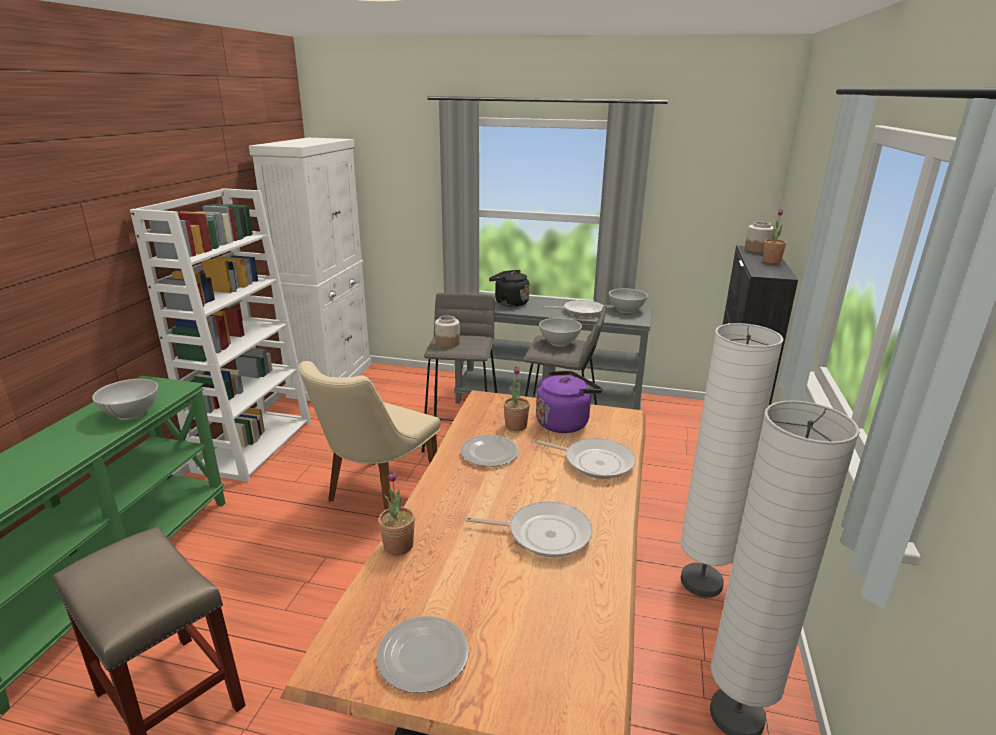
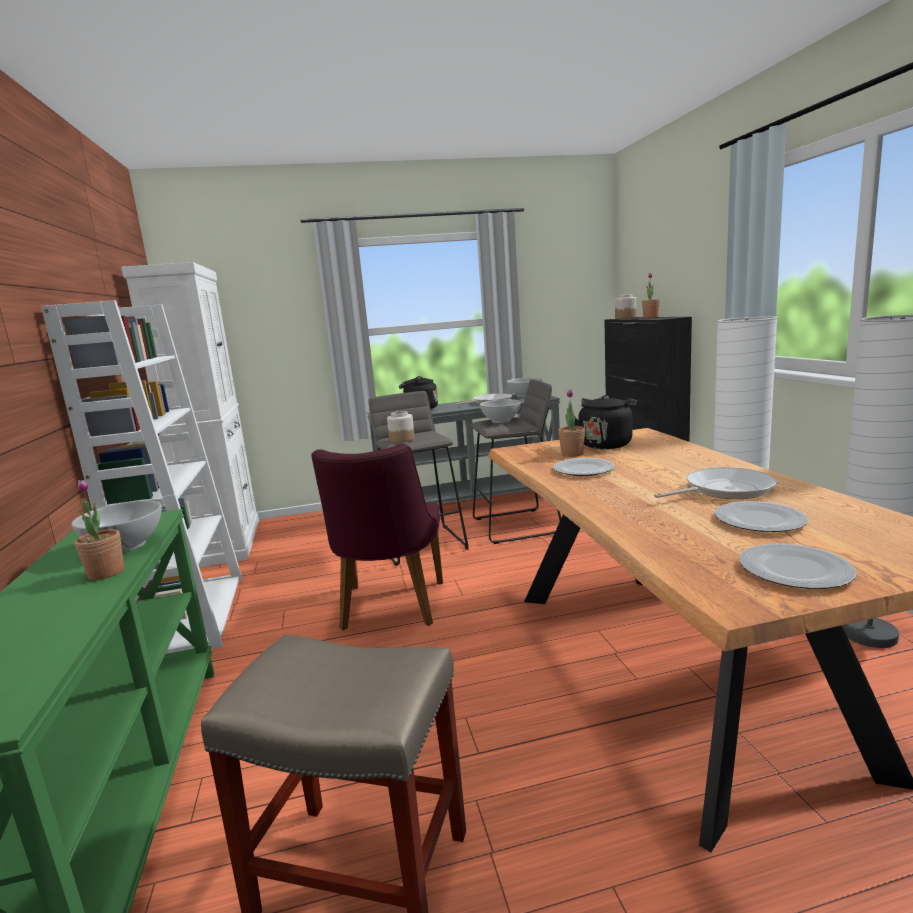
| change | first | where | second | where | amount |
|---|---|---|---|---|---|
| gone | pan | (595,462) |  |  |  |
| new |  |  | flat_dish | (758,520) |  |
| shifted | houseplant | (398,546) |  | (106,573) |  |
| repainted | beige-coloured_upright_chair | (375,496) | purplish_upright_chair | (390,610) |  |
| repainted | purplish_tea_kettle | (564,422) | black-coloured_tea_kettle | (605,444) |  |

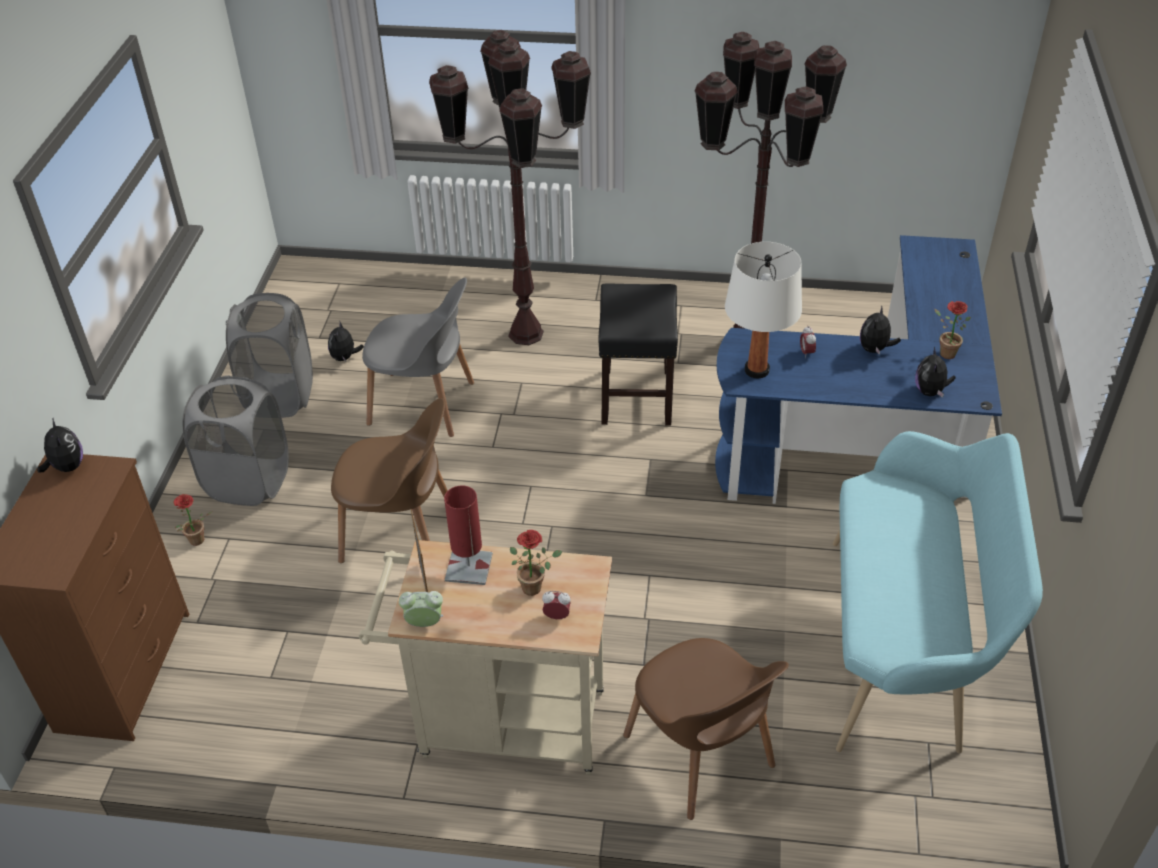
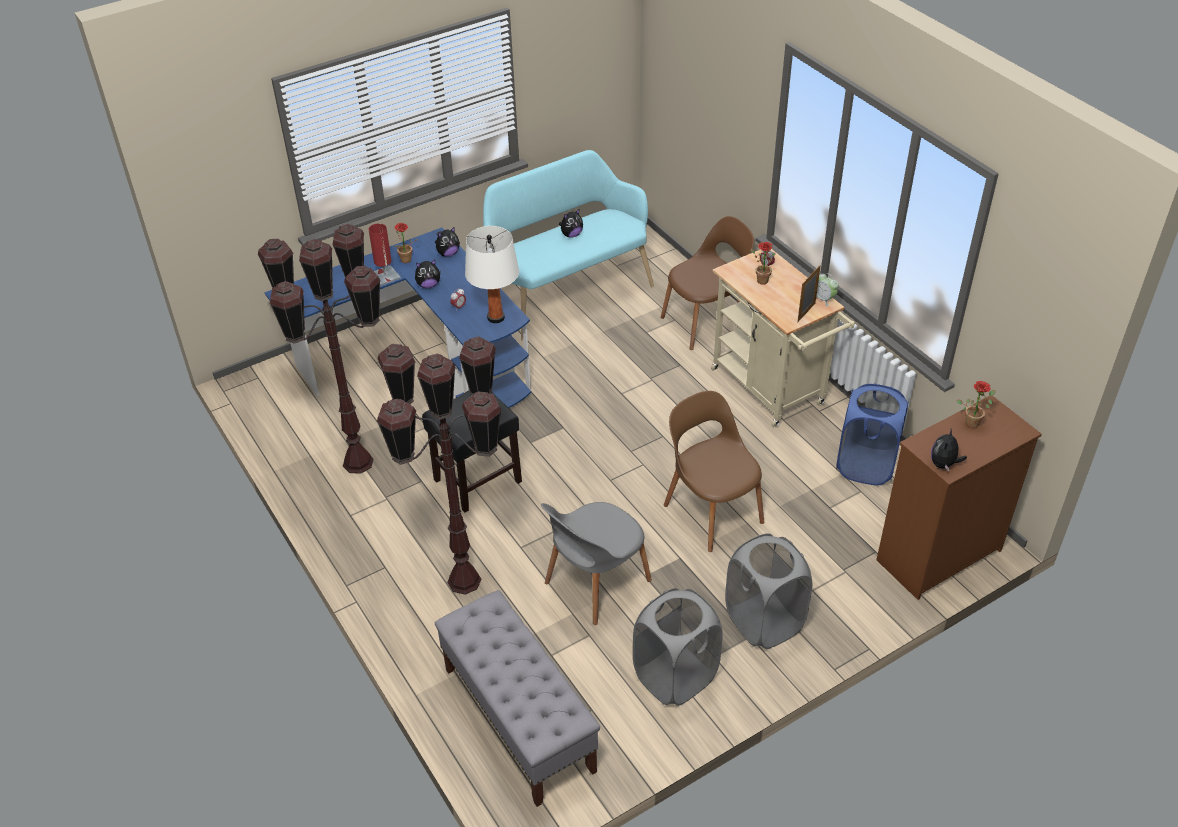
| change | first | where | second | where | amount |
|---|---|---|---|---|---|
| new |  |  | grey_bench | (518,719) |  |
| new |  |  | blue_hamper | (865,466) |  |
| shifted | houseplant | (197,542) |  | (973,422) |  |
| shifted | cuddly_toy | (345,357) |  | (571,235) |  |
| shifted | red_lamp_for_a_table | (468,567) |  | (385,276) |  |
| rotated | grey_upright_chair | (425,404) |  | (595,583) | 105 degrees counterclockwise |
| rotated | brownish_upright_chair | (700,754) |  | (705,322) | 45 degrees clockwise |

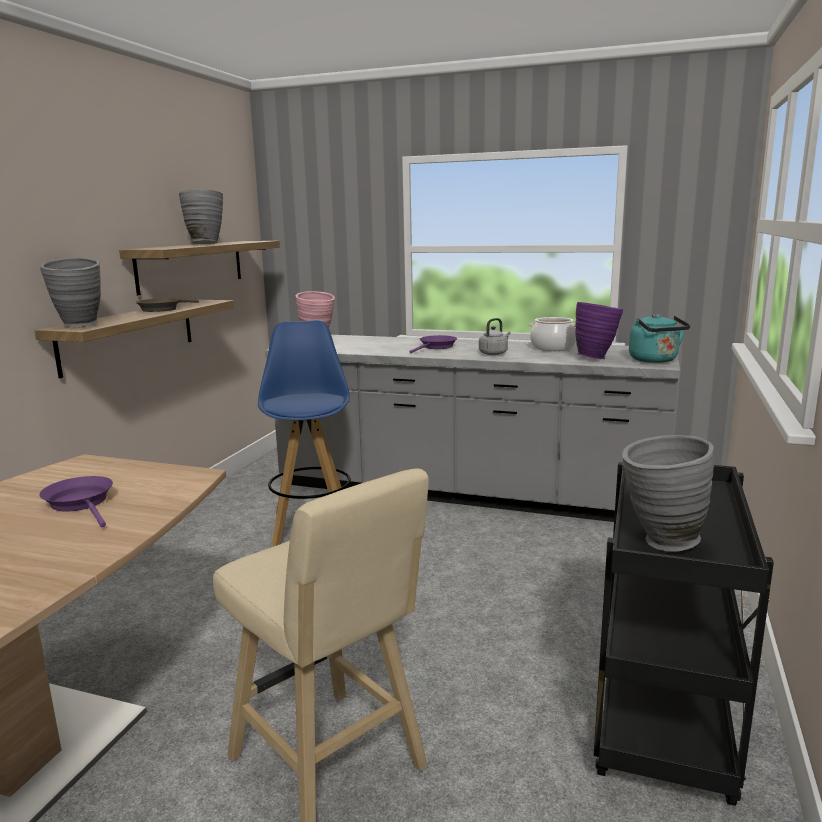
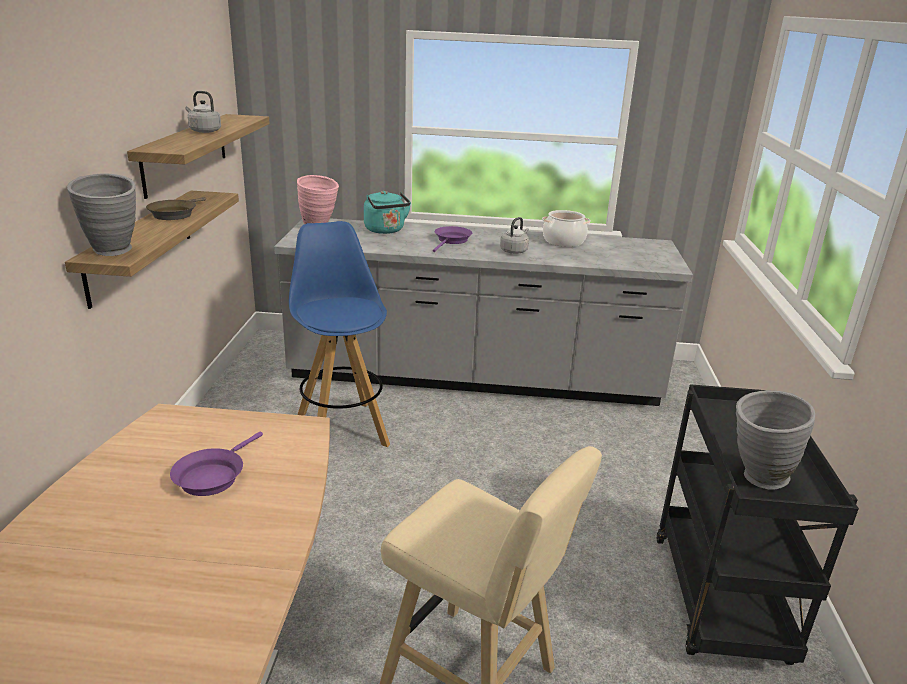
| change | first | where | second | where | amount |
|---|---|---|---|---|---|
| gone | purplish_flower_vase | (596,358) |  |  |  |
| shifted | turquoise-coloured_tea_kettle | (655,360) |  | (386,230) |  |
| swapped | grey_flower_vase | (205,244) | grey_tea_kettle | (204,131) |  |
| rotated | purplish_pan | (81,503) |  | (213,476) | 105 degrees counterclockwise |

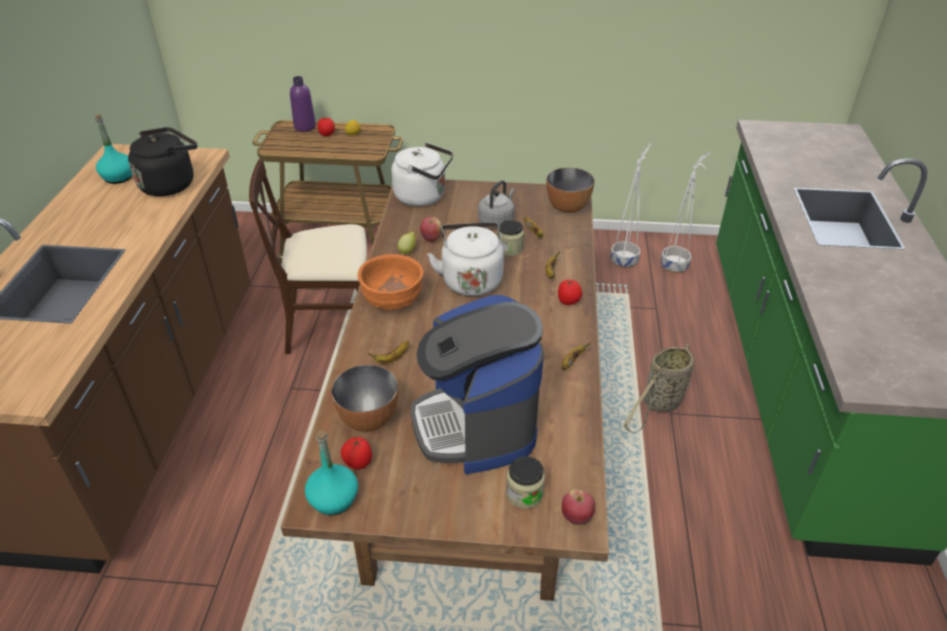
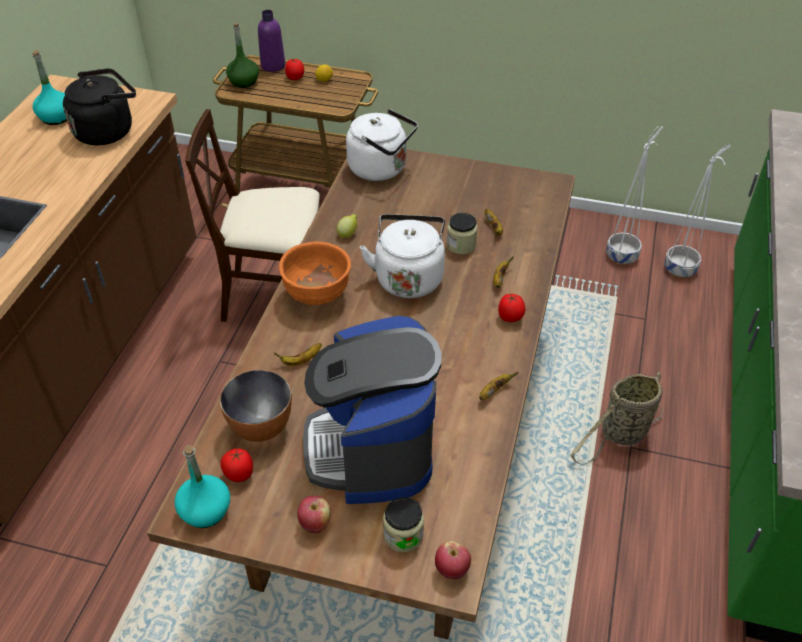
| change | first | where | second | where | amount |
|---|---|---|---|---|---|
| gone | grey_tea_kettle | (497,220) |  |  |  |
| gone | bowl | (567,208) |  |  |  |
| new |  |  | green-coloured_beverage_bottle | (244,81) |  |
| shifted | apple | (431,238) |  | (315,524) |  |

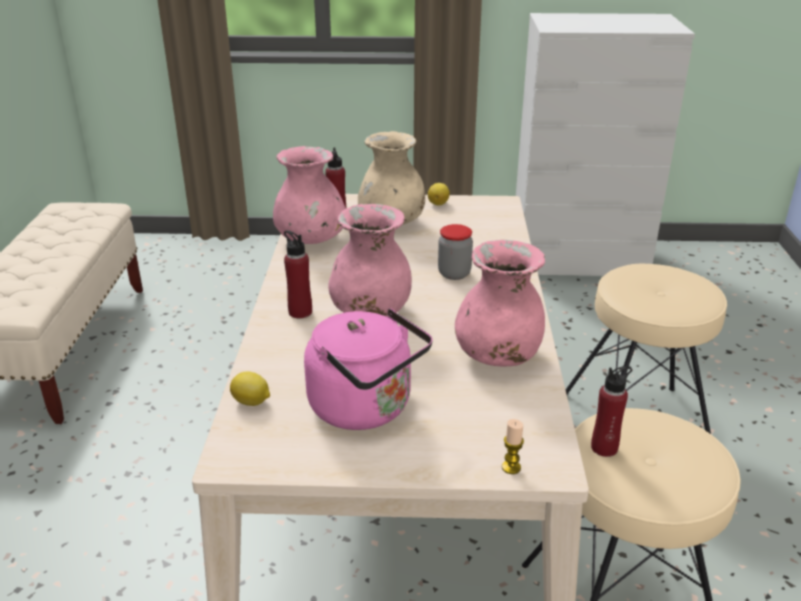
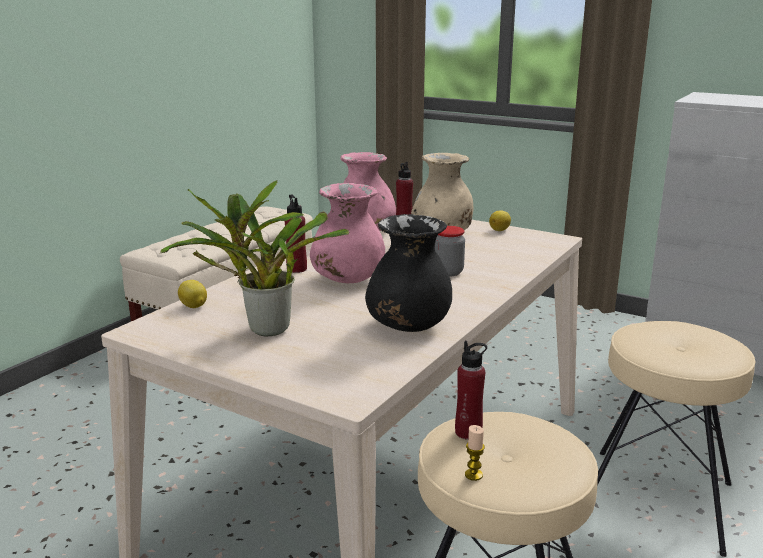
| change | first | where | second | where | amount |
|---|---|---|---|---|---|
| shifted | wax_candle | (511,467) |  | (473,475) |  |
| swapped | pink_tea_kettle | (366,408) | houseplant | (263,329) |  |
| repainted | pink_flower_vase | (498,356) | black-coloured_flower_vase | (408,326) |  |

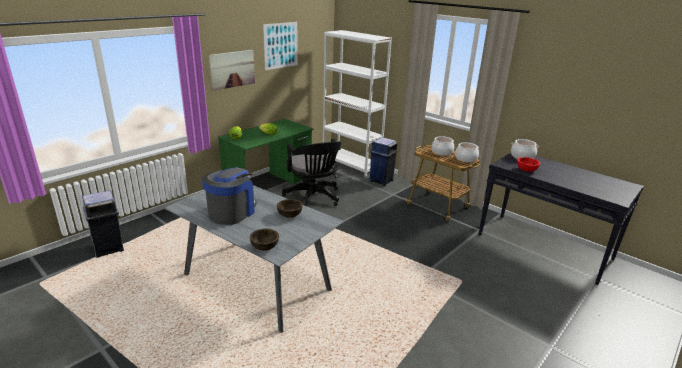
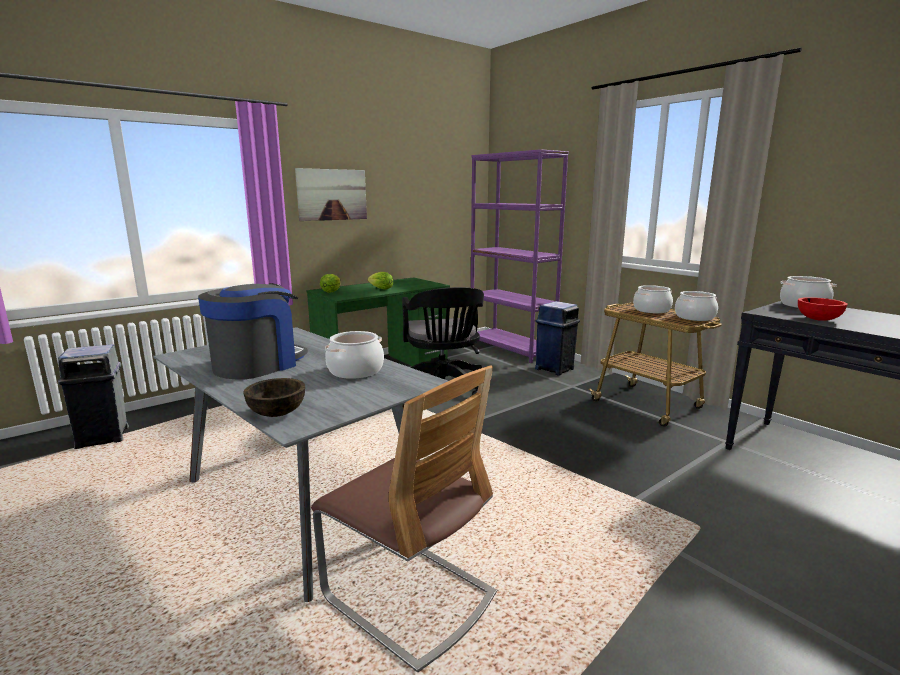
| change | first | where | second | where | amount |
|---|---|---|---|---|---|
| gone | wall_art | (281,45) |  |  |  |
| new |  |  | upright_chair | (409,596) |  |
| swapped | brownish_bowl | (289,215) | stockpot | (355,371) |  |
| repainted | white-coloured_bookcase | (351,164) | purplish_bookcase | (511,349) |  |

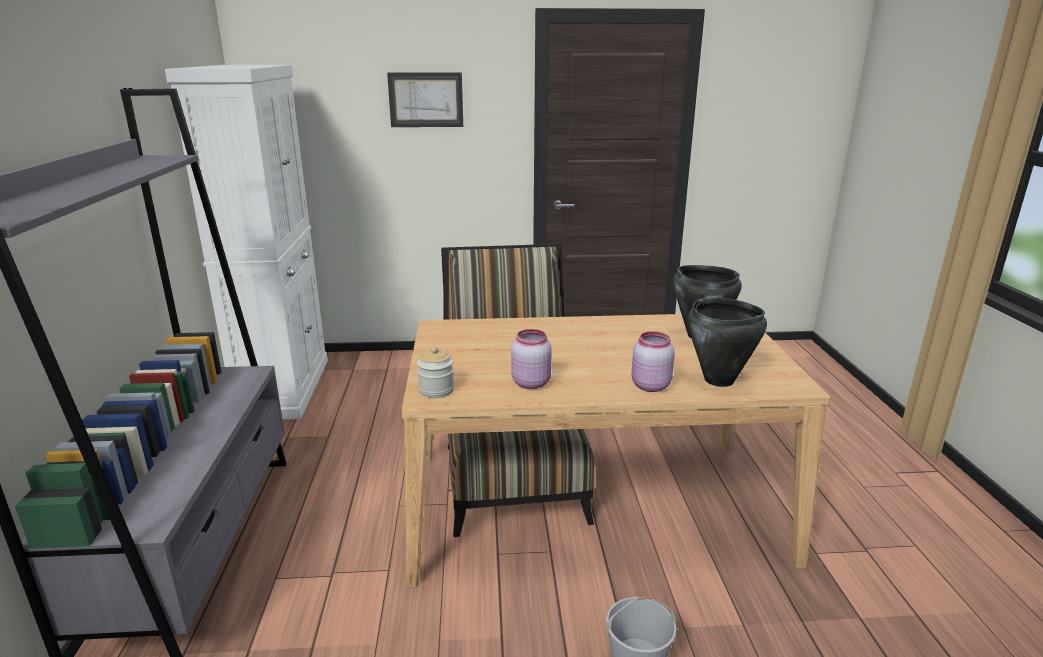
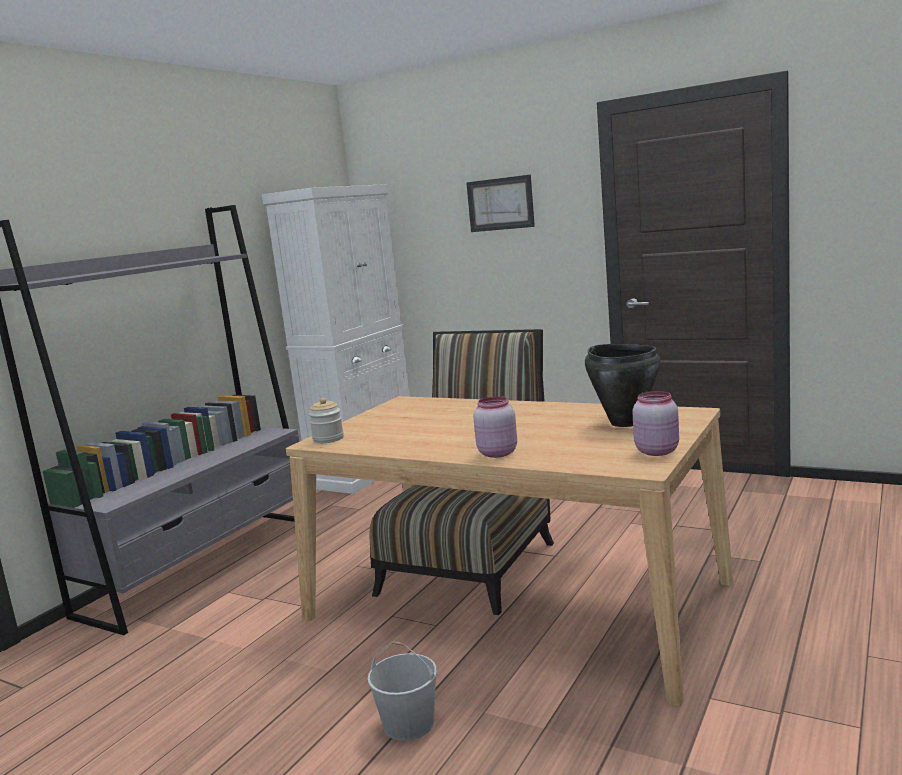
| change | first | where | second | where | amount |
|---|---|---|---|---|---|
| gone | black-coloured_stockpot | (719,380) |  |  |  |
| shifted | pink_preserve_jar | (531,382) |  | (657,451) |  |

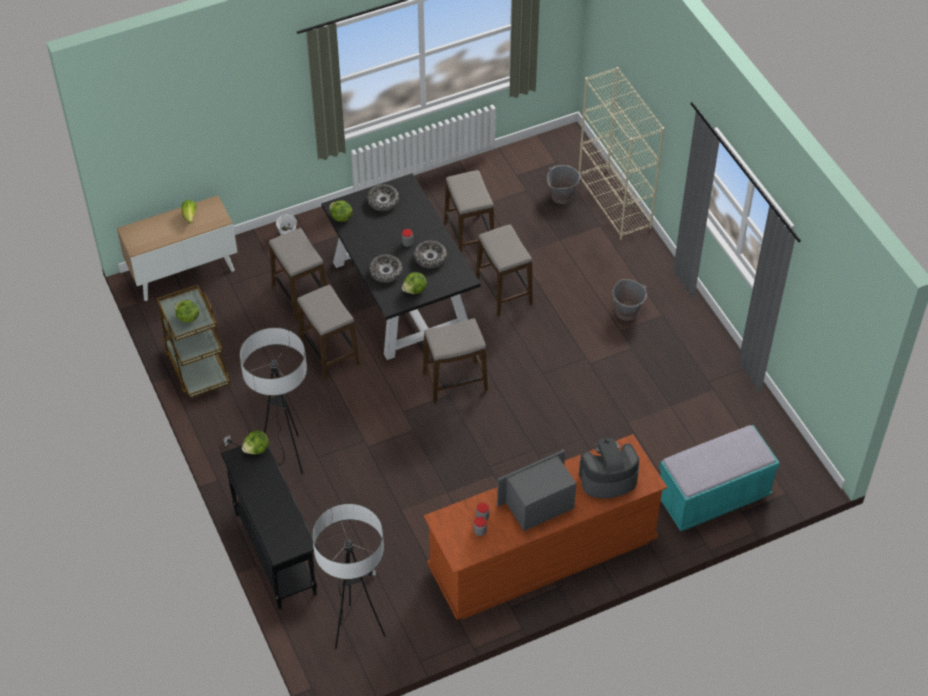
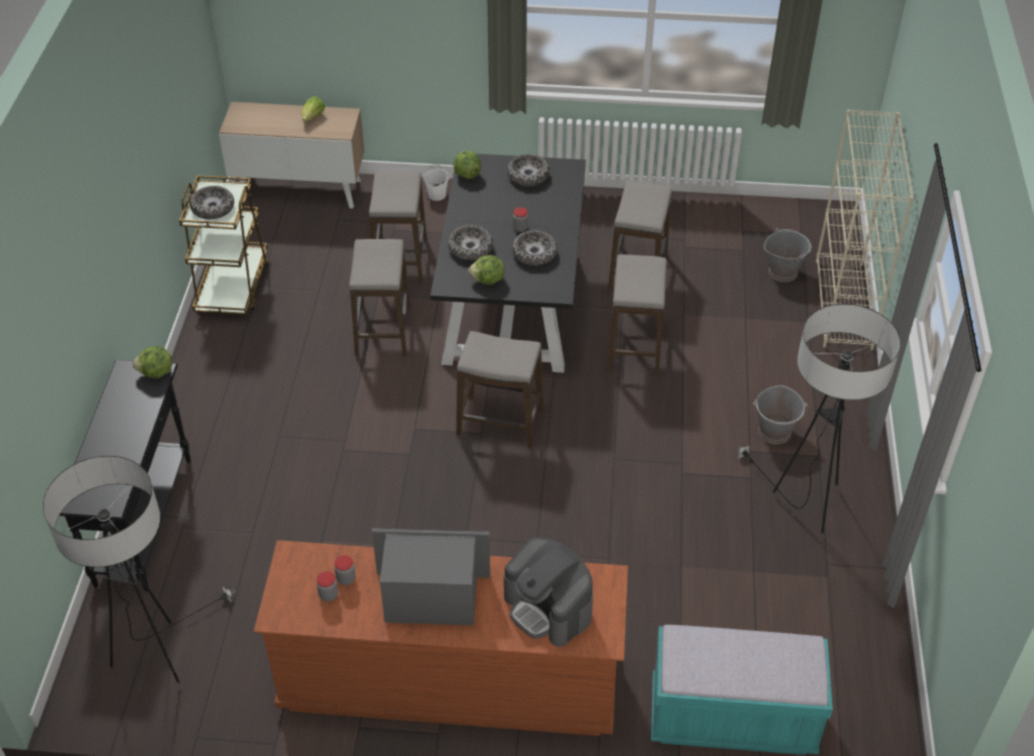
| change | first | where | second | where | amount |
|---|---|---|---|---|---|
| shifted | floor_lamp | (283,458) |  | (806,503) |  |
| swapped | lettuce | (187,318) | bowl | (213,208) |  |
| rotated | coffee_maker | (607,478) |  | (548,608) | 150 degrees counterclockwise |

